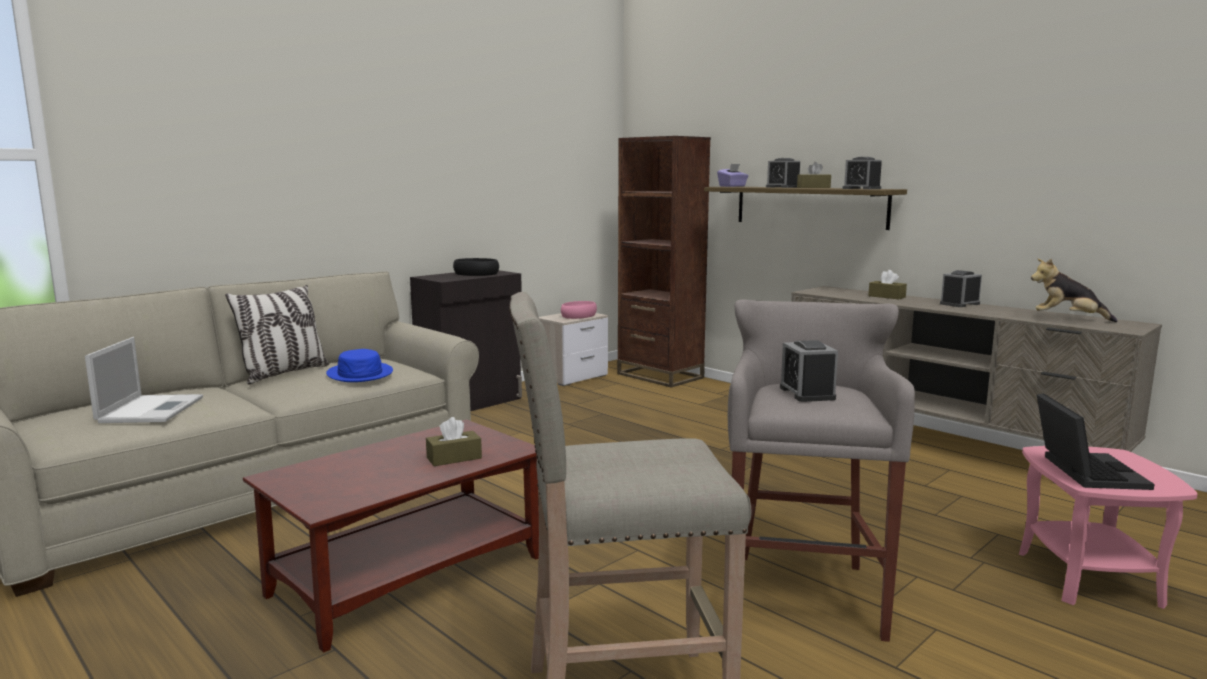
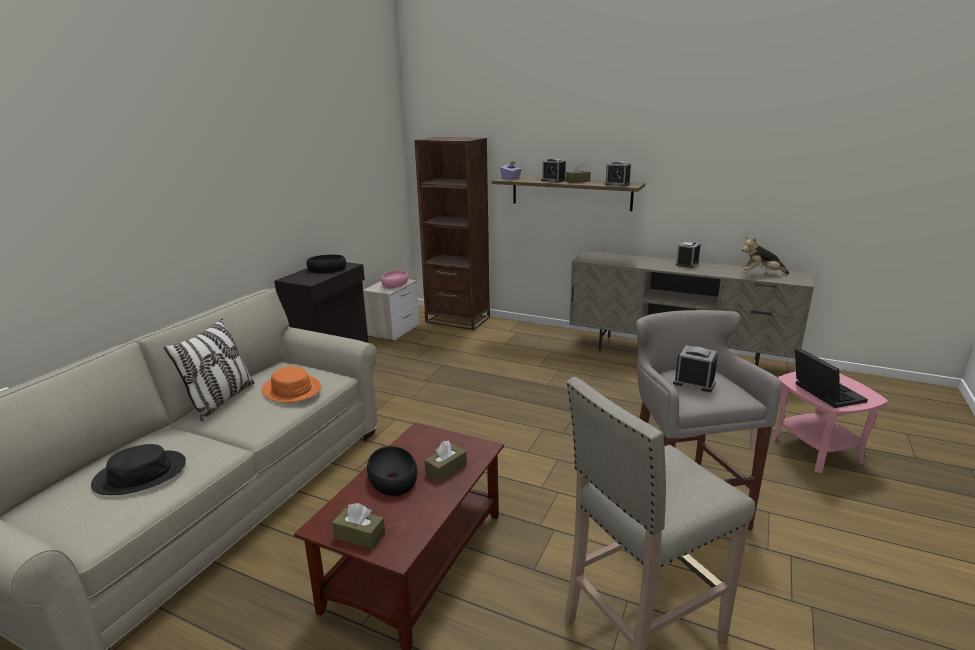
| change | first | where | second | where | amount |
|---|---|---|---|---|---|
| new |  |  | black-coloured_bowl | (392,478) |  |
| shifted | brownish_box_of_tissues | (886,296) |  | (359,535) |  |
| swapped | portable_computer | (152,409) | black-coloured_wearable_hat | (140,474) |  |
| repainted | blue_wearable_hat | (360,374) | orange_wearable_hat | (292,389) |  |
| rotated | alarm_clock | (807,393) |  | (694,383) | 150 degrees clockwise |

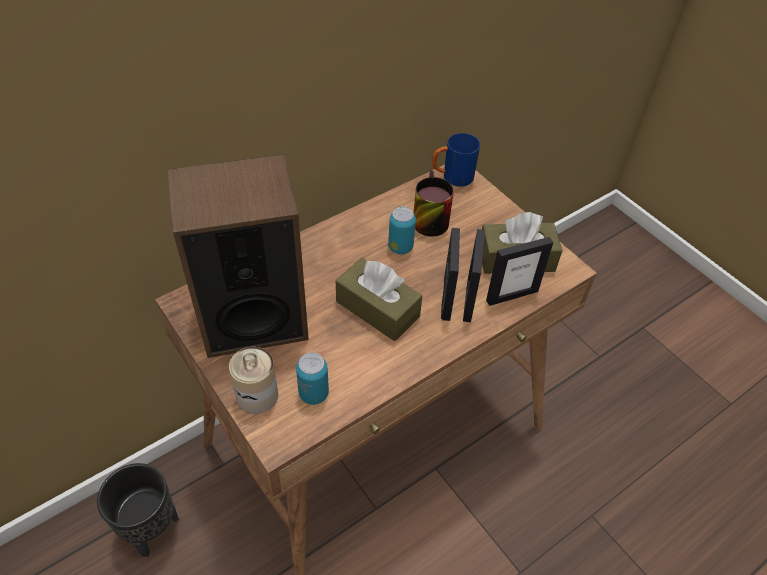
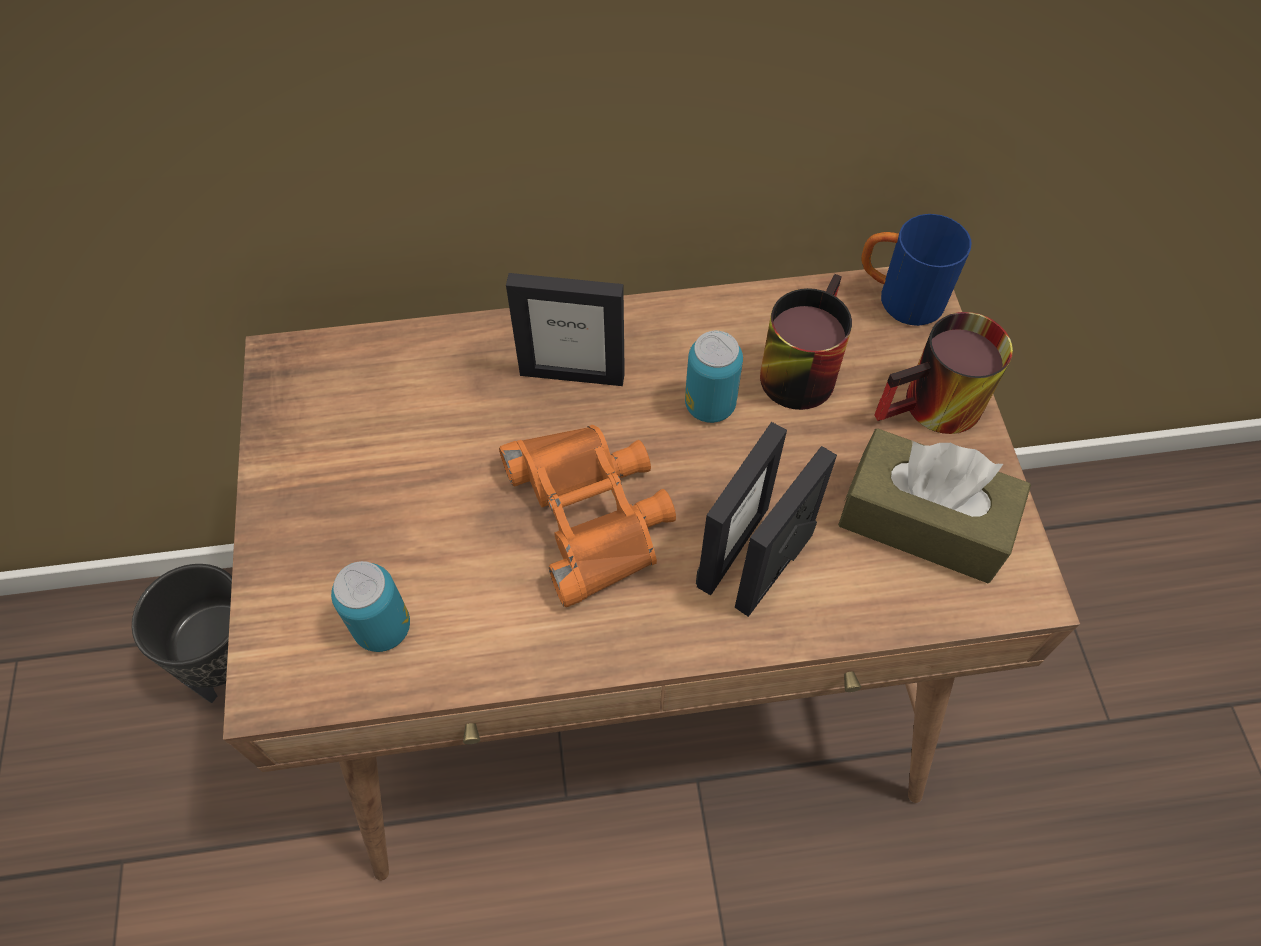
| change | first | where | second | where | amount |
|---|---|---|---|---|---|
| gone | audio_speaker | (253,318) |  |  |  |
| gone | can | (257,395) |  |  |  |
| new |  |  | mug | (934,411) |  |
| shifted | picture_frame | (511,295) |  | (572,374) |  |
| swapped | brownish_box_of_tissues | (377,309) | orange_binoculars | (592,512) |  |

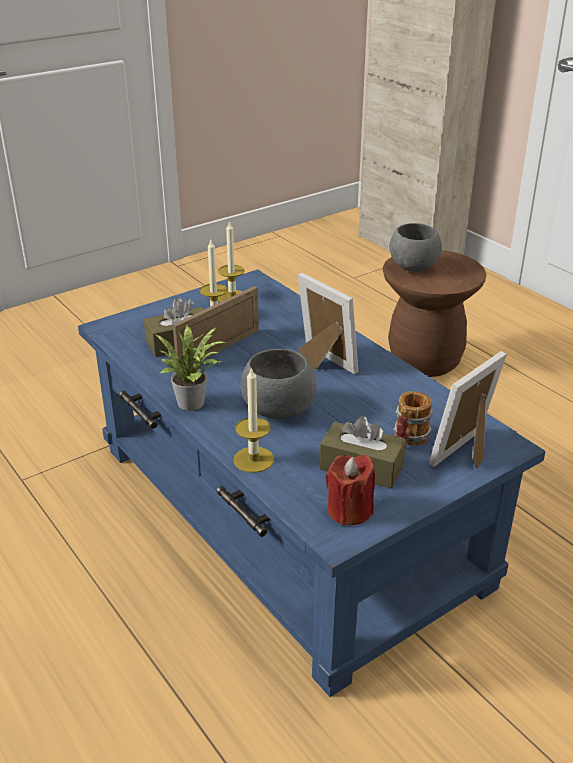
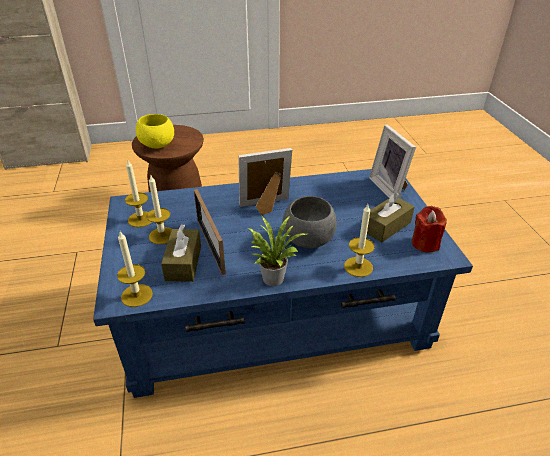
| change | first | where | second | where | amount |
|---|---|---|---|---|---|
| gone | mug | (408,439) |  |  |  |
| new |  |  | wax_candle | (136,295) |  |
| repainted | grey_bowl | (412,268) | yellowish_bowl | (157,145) |  |

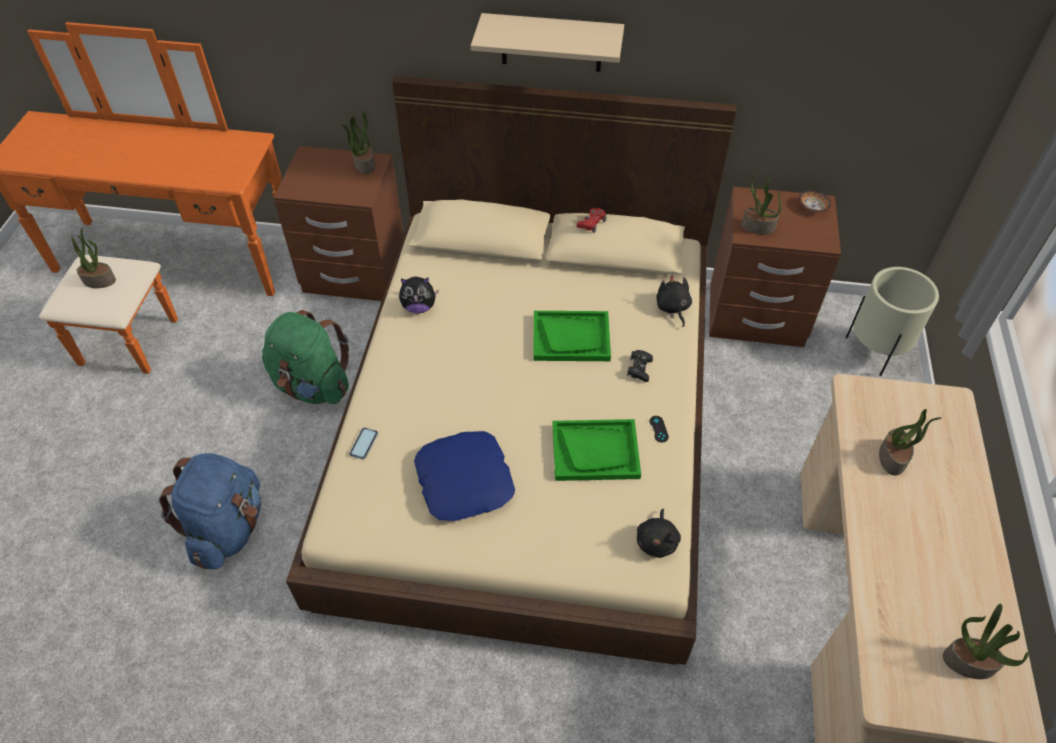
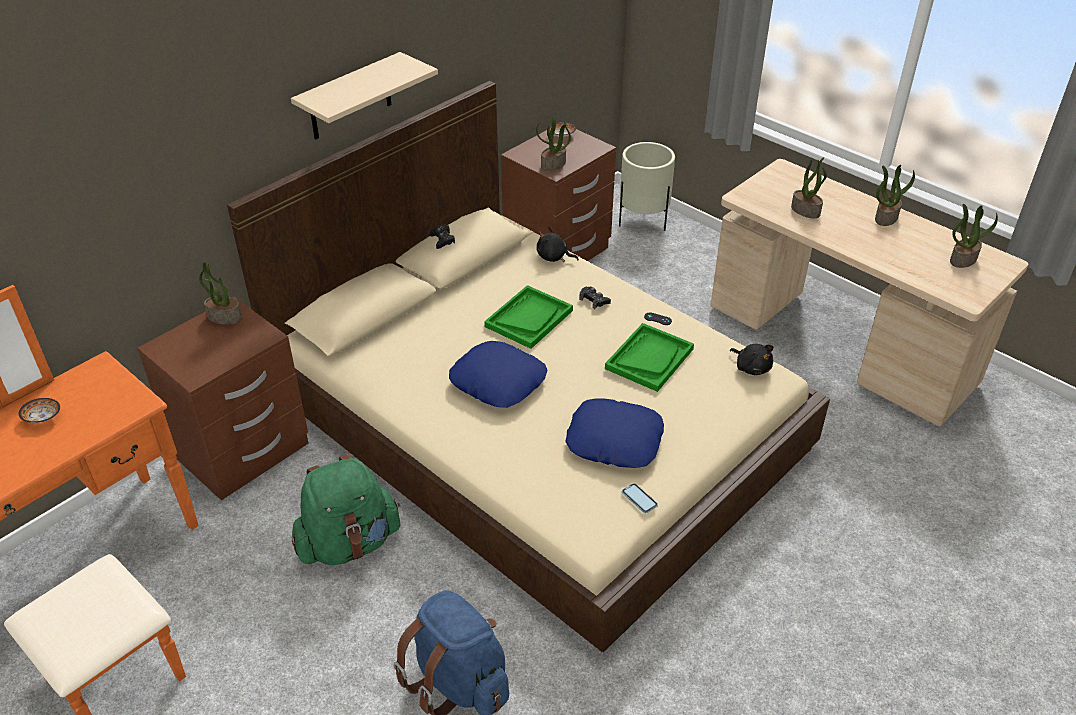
| change | first | where | second | where | amount |
|---|---|---|---|---|---|
| gone | cuddly_toy | (419,307) |  |  |  |
| new |  |  | bowl | (43,418) |  |
| new |  |  | blue_throw_pillow | (498,381) |  |
| shifted | houseplant | (100,280) |  | (886,217) |  |
| shifted | phone | (364,444) |  | (639,499) |  |
| repainted | red_joypad | (591,223) | black-coloured_joypad | (442,240) |  |

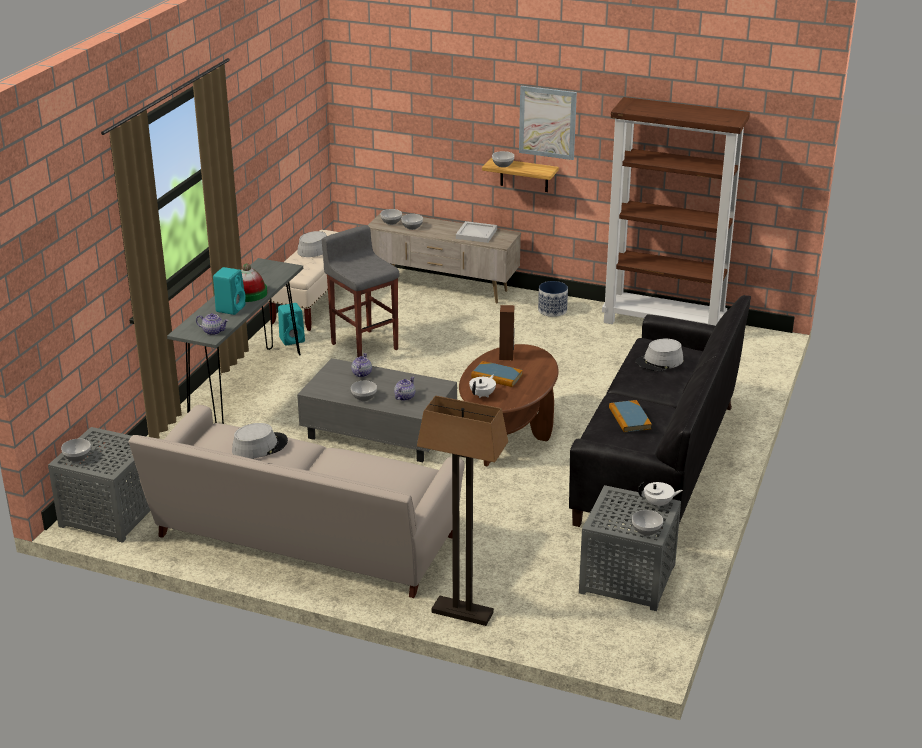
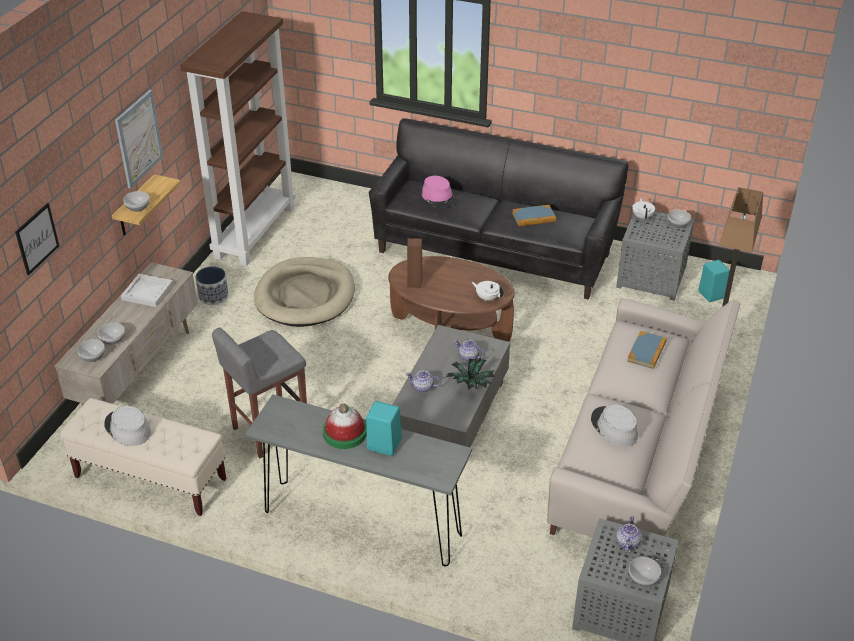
| change | first | where | second | where | amount |
|---|---|---|---|---|---|
| new |  |  | wall_art | (37,238) |  |
| new |  |  | beige-coloured_dog_bed | (305,296) |  |
| shifted | pot_for_tea | (213,331) |  | (627,542) |  |
| shifted | turquoise-coloured_audio_speaker | (293,339) |  | (710,294) |  |
| shifted | volume | (496,376) |  | (646,351) |  |
| swapped | bowl | (364,397) | houseplant | (470,383) |  |
| repainted | grey_wearable_hat | (659,362) | pink_wearable_hat | (439,197) |  |

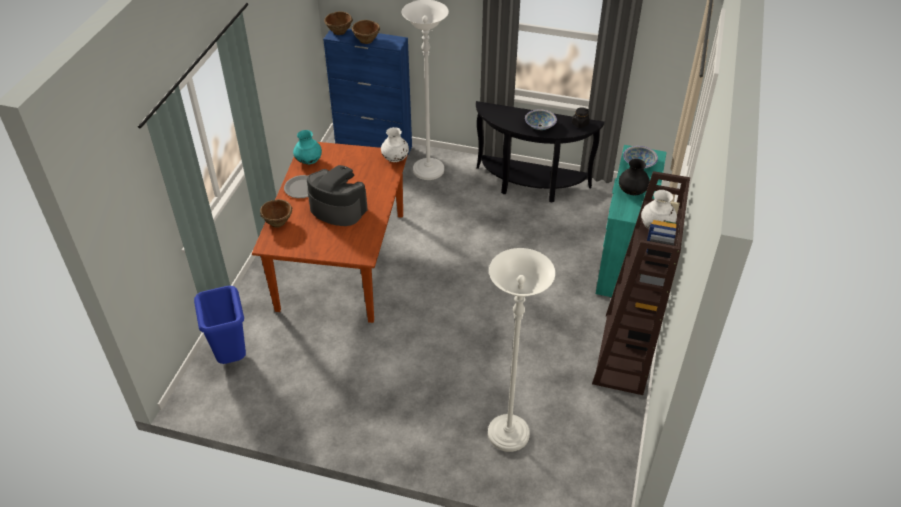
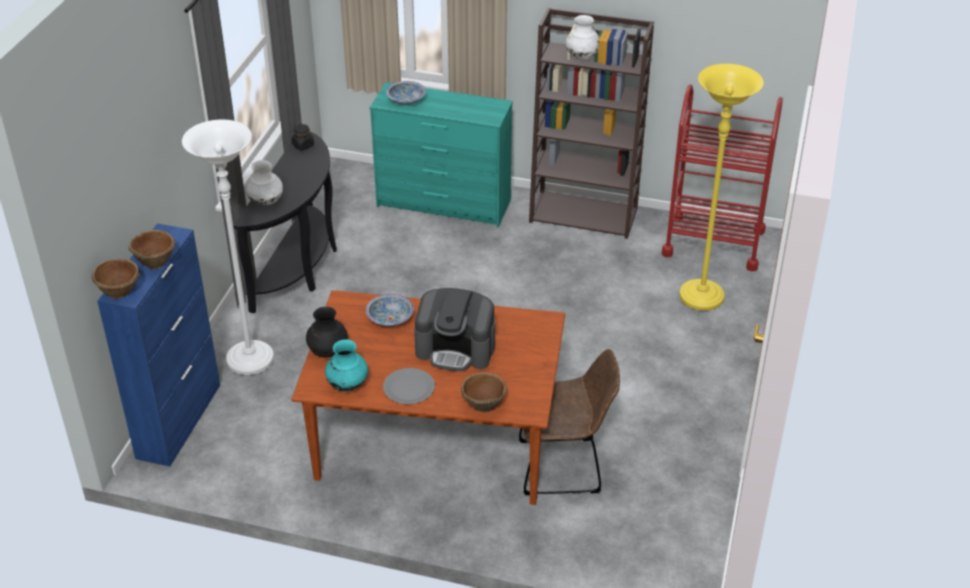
| change | first | where | second | where | amount |
|---|---|---|---|---|---|
| gone | blue_rubbish_bin | (232,357) |  |  |  |
| new |  |  | brownish_upright_chair | (564,466) |  |
| new |  |  | red_trolley | (713,242) |  |
| shifted | white-coloured_flower_vase | (395,159) |  | (266,202) |  |
| shifted | bowl | (540,125) |  | (390,319) |  |
| shifted | black-coloured_flower_vase | (632,192) |  | (328,351) |  |
| repainted | white-coloured_floor_lamp | (508,434) | yellowish_floor_lamp | (701,297) |  |
| rotated | coffee_maker | (337,208) |  | (456,349) | 105 degrees counterclockwise |

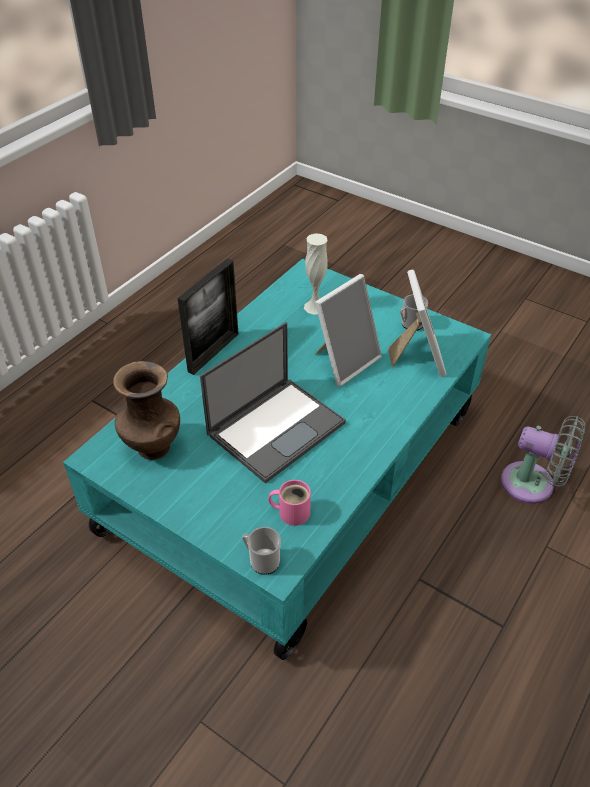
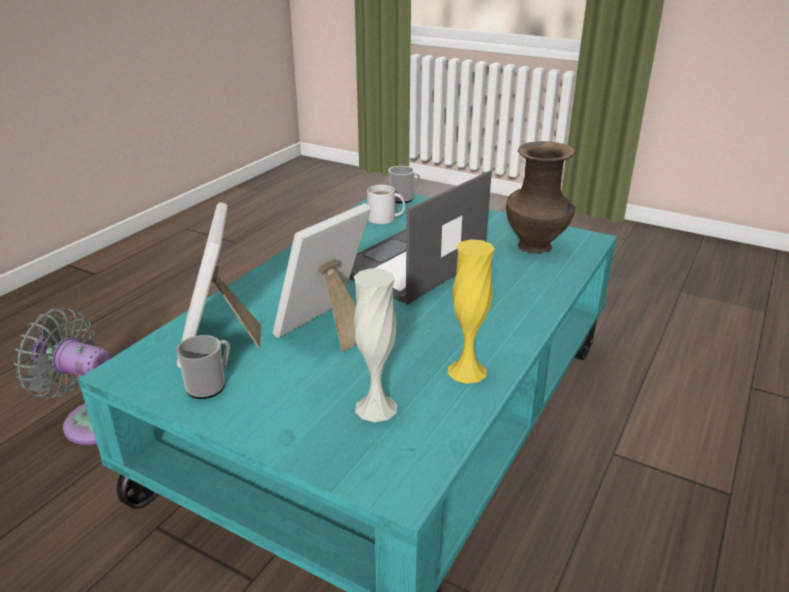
| change | first | where | second | where | amount |
|---|---|---|---|---|---|
| gone | picture_frame | (213,352) |  |  |  |
| new |  |  | yellowish_flower_vase | (467,371) |  |
| repainted | pink_mug | (291,511) | white-coloured_mug | (384,219) |  |

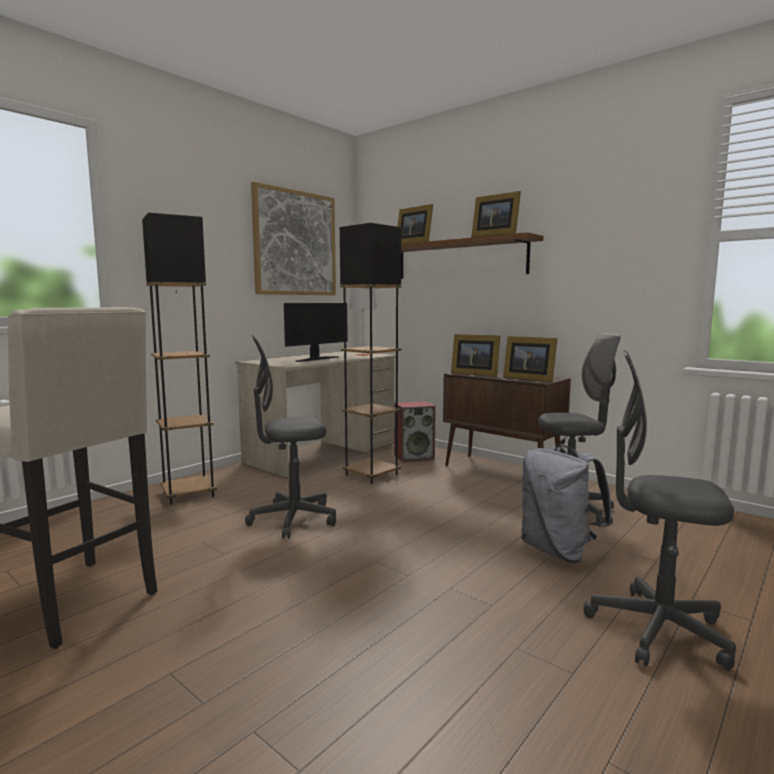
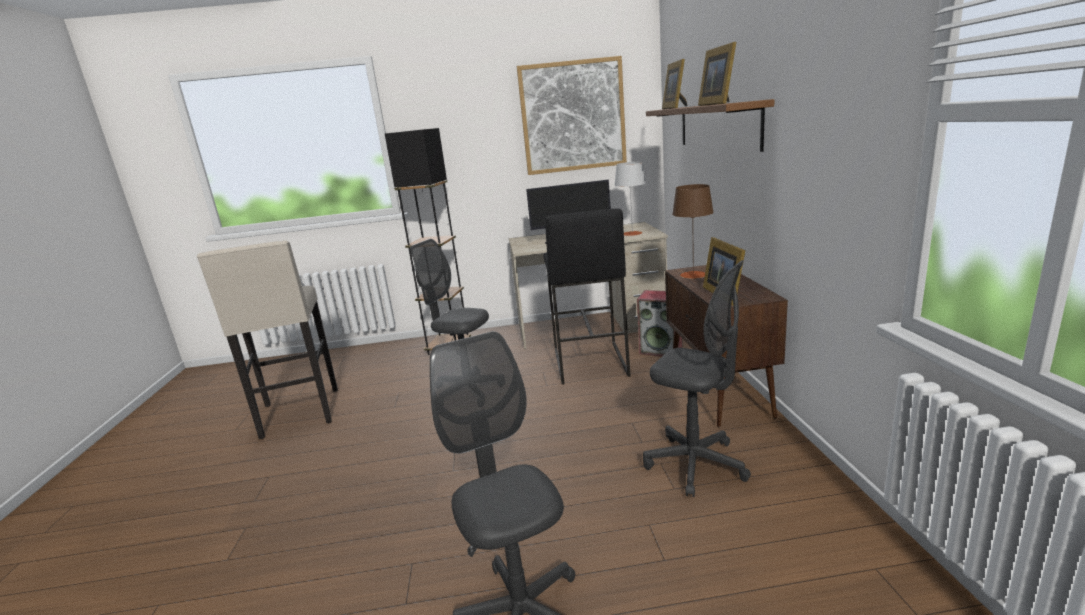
| change | first | where | second | where | amount |
|---|---|---|---|---|---|
| gone | grey_rucksack | (559,551) |  |  |  |
| swapped | black-coloured_floor_lamp | (371,475) | black-coloured_sitting_stool | (589,362) |  |
| swapped | picture_frame | (474,374) | brownish_lamp_for_a_table | (693,275) |  |

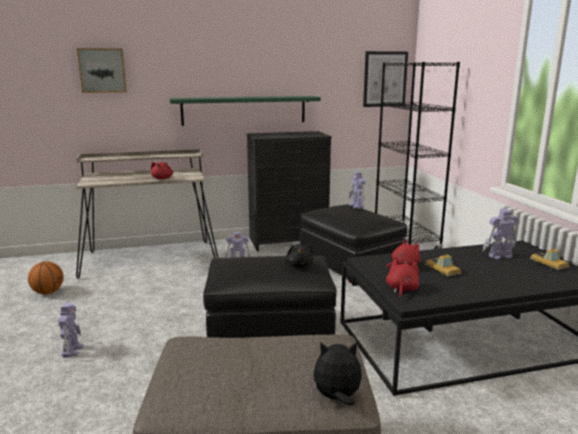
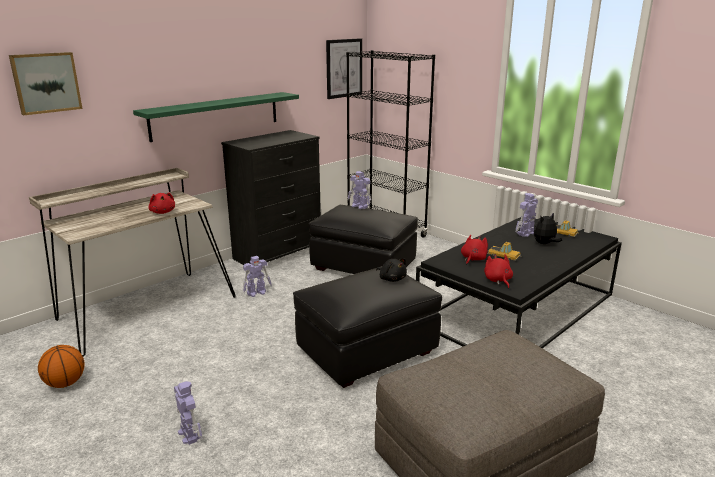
| change | first | where | second | where | amount |
|---|---|---|---|---|---|
| shifted | cuddly_toy | (337,398) |  | (545,244) |  |

